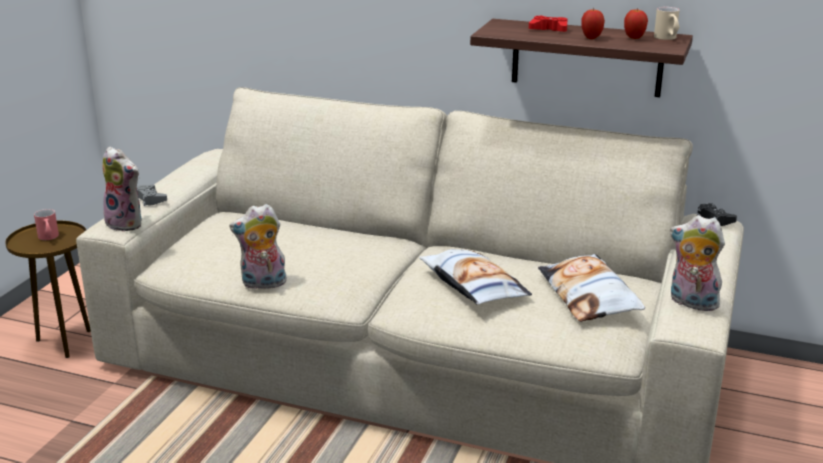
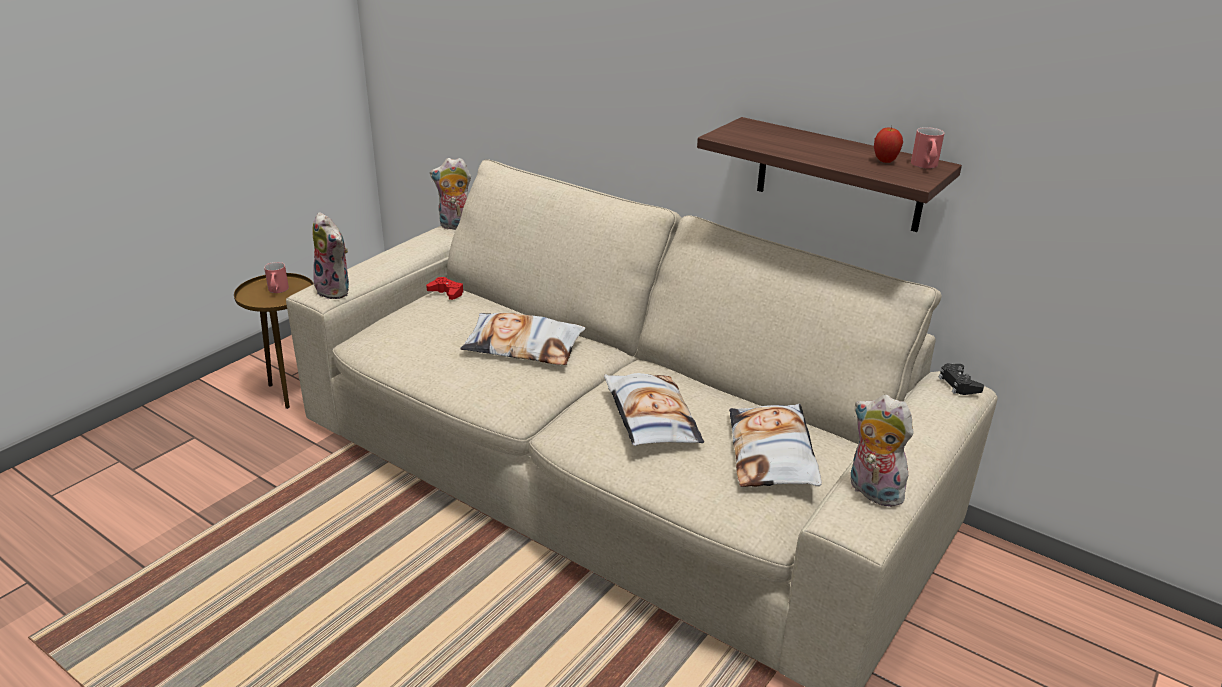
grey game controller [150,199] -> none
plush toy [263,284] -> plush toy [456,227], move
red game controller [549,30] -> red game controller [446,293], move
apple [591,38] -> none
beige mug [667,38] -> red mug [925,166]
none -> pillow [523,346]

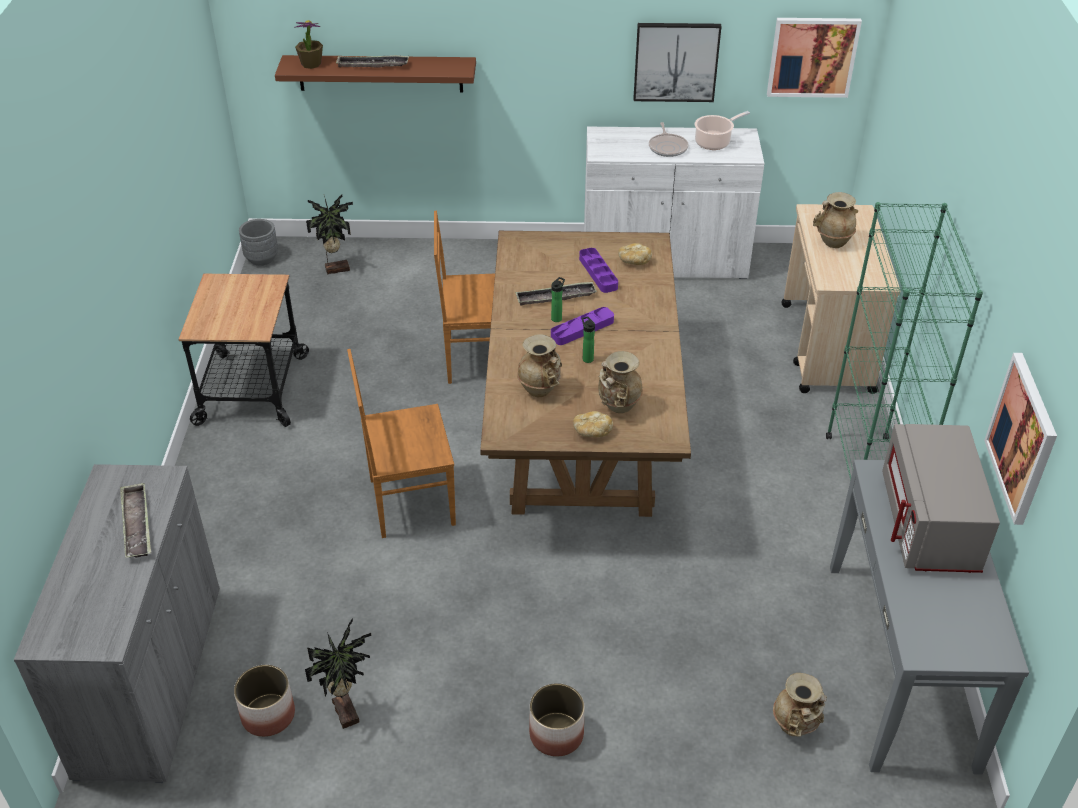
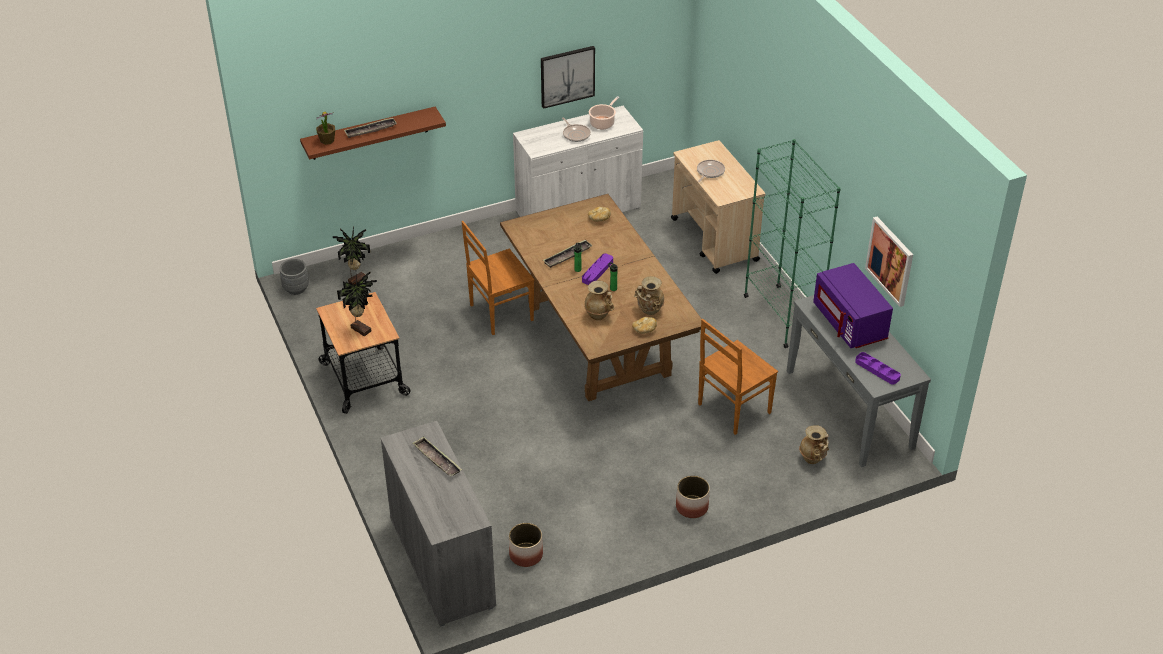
potted plant [348,711] -> potted plant [361,329], move
brown chair [408,502] -> brown chair [732,409], move
purple tray [598,273] -> purple tray [877,370], move
picture [812,57] -> none
beige vase [832,242] -> frying pan [709,172]
grey microwave [930,525] -> purple microwave [850,323]

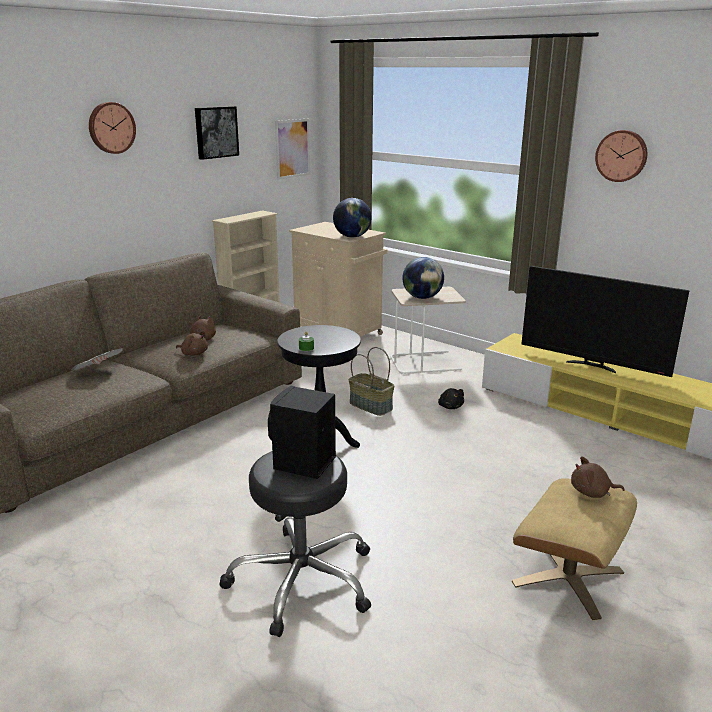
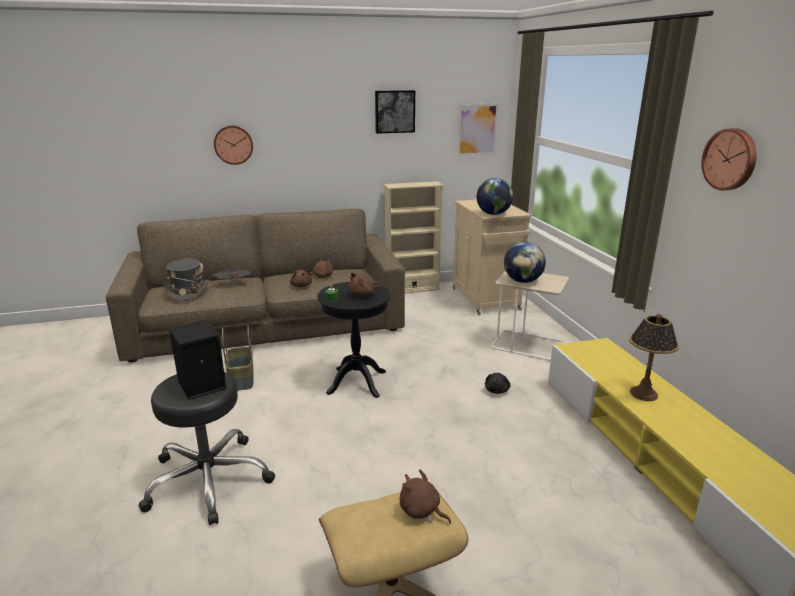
wall clock [111,128] -> wall clock [233,144], move
basket [371,406] -> basket [242,379], move
television [592,366] -> table lamp [643,394]
none -> grey hat [187,291]
none -> brown plush toy [363,295]

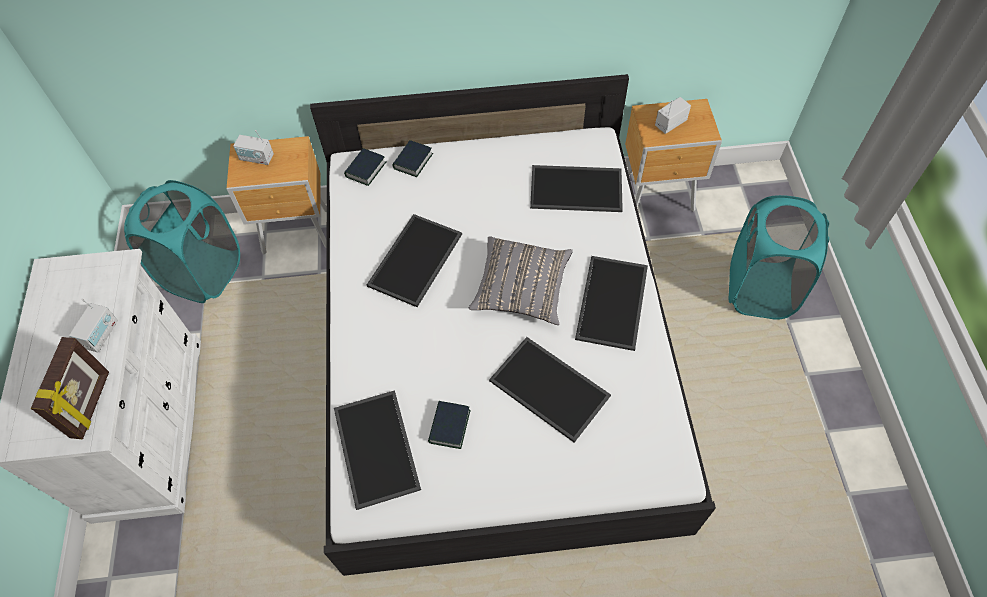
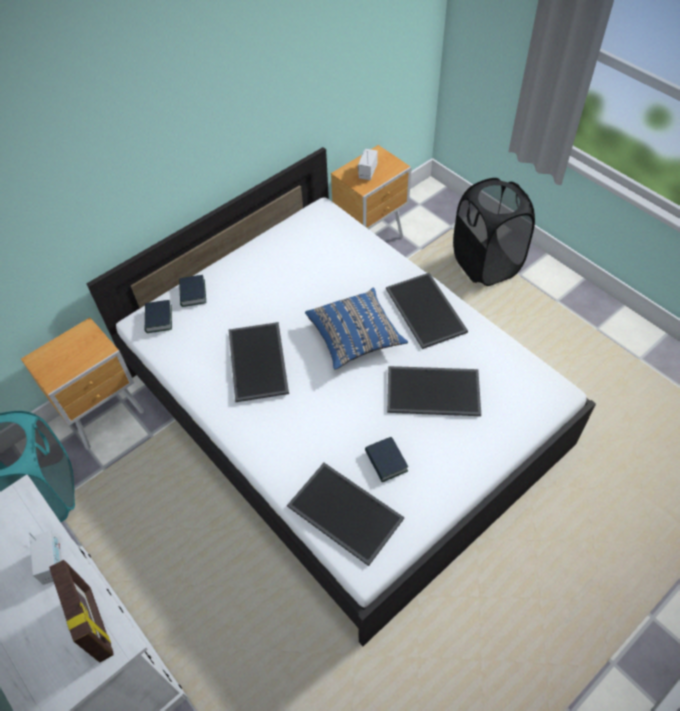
radio [257,158] -> none
grey pillow [521,289] -> blue pillow [355,337]
tray [577,188] -> none
turquoise laundry basket [759,289] -> black laundry basket [486,264]

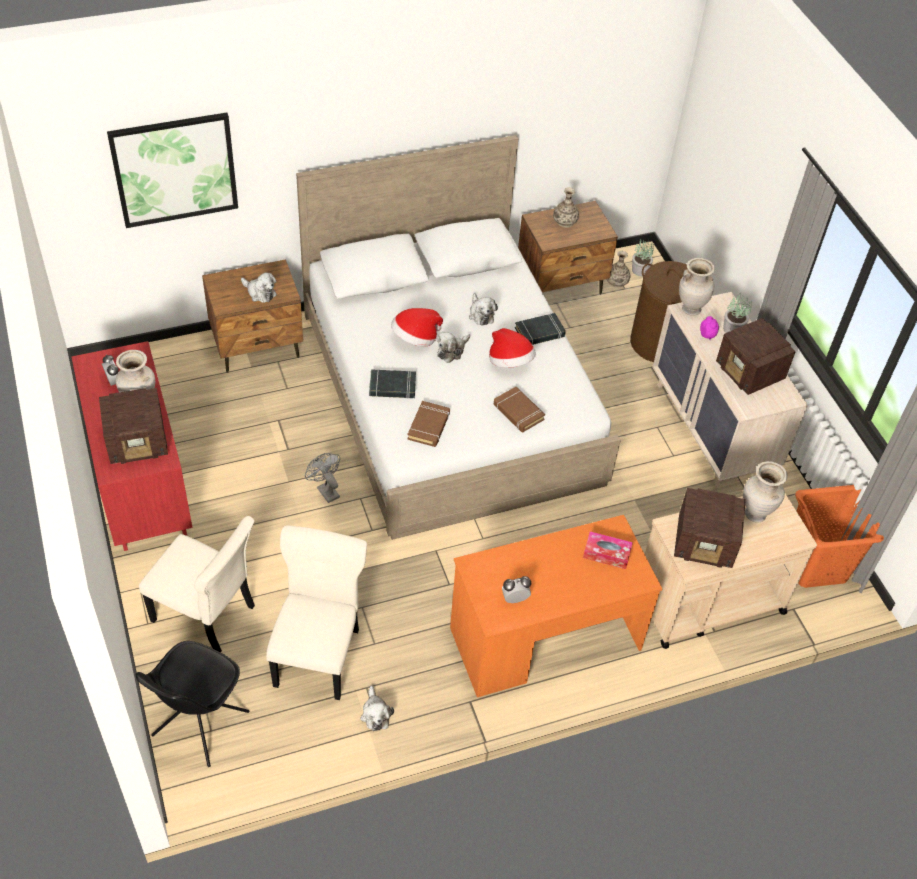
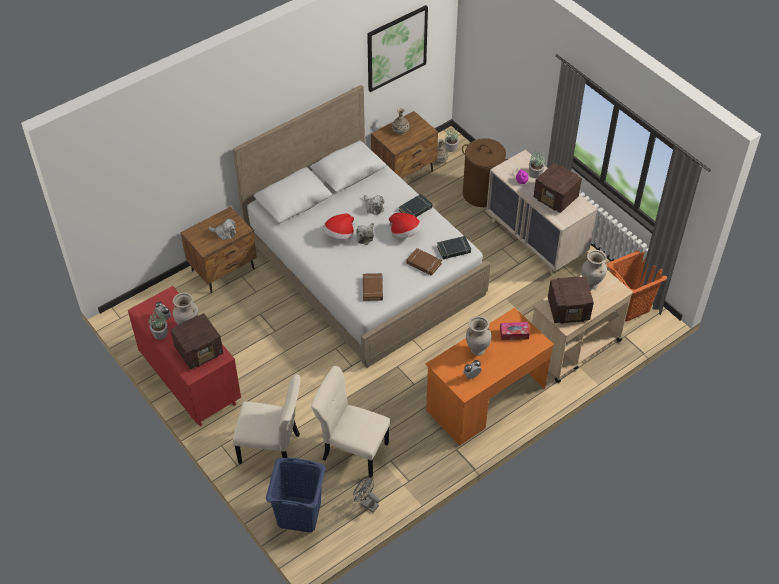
picture [175,169] -> picture [396,48], move
black chair [199,725] -> blue laundry basket [299,514]
beige chair [319,654] -> beige chair [353,450], 60 degrees counterclockwise
grey fan [325,490] -> grey fan [366,503], move
plush toy [375,714] -> none
black book [392,387] -> black book [454,249], move
beige vase [690,309] -> beige vase [477,350], move
none -> potted plant [160,333]

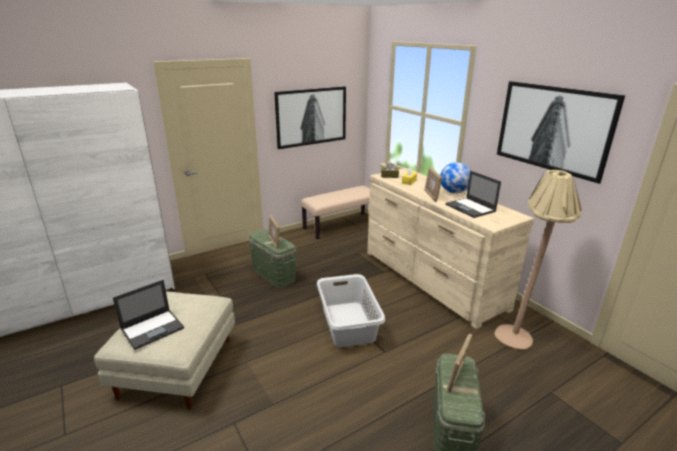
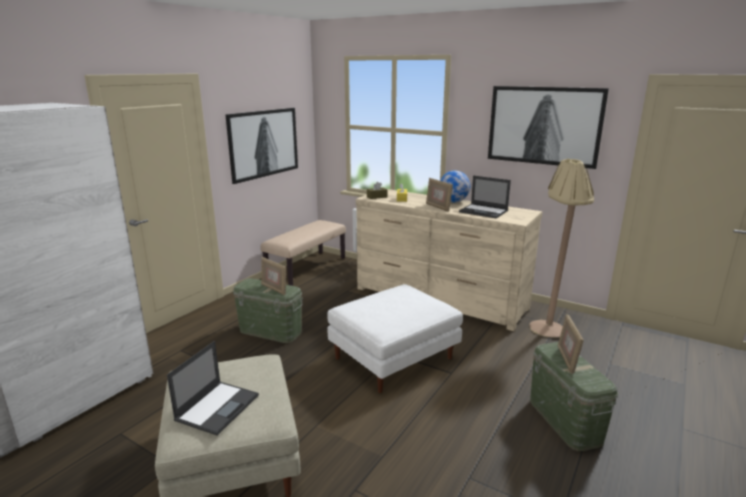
grey laundry basket [348,323] -> white ottoman [394,357]

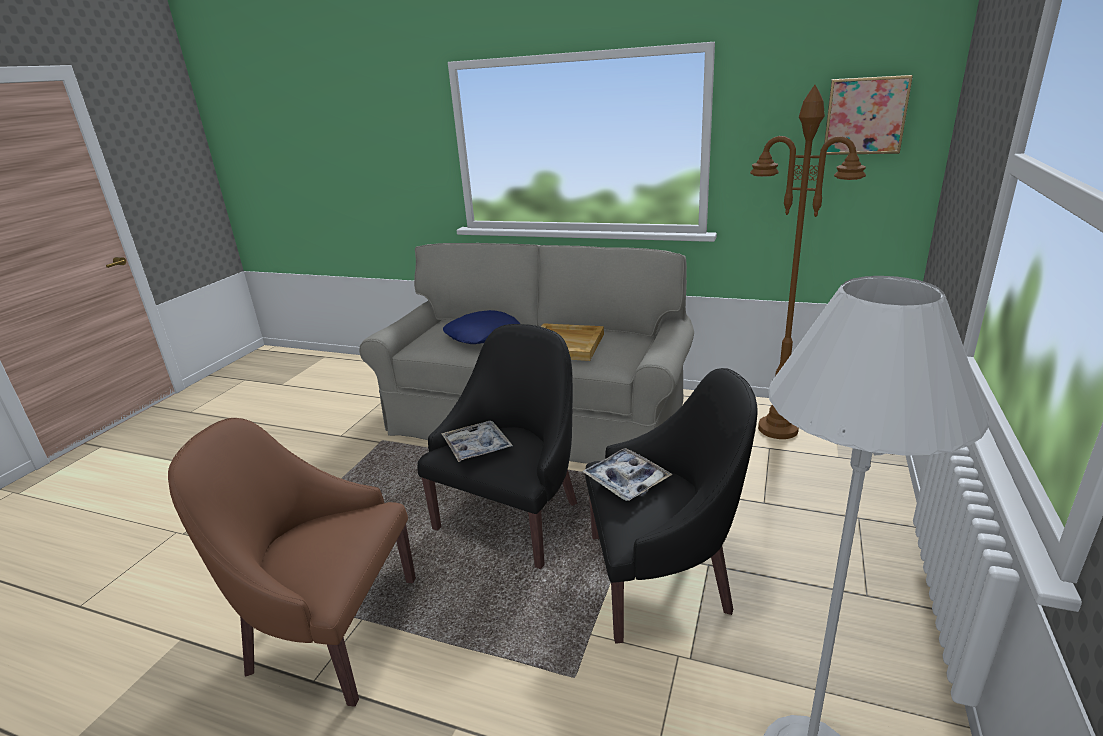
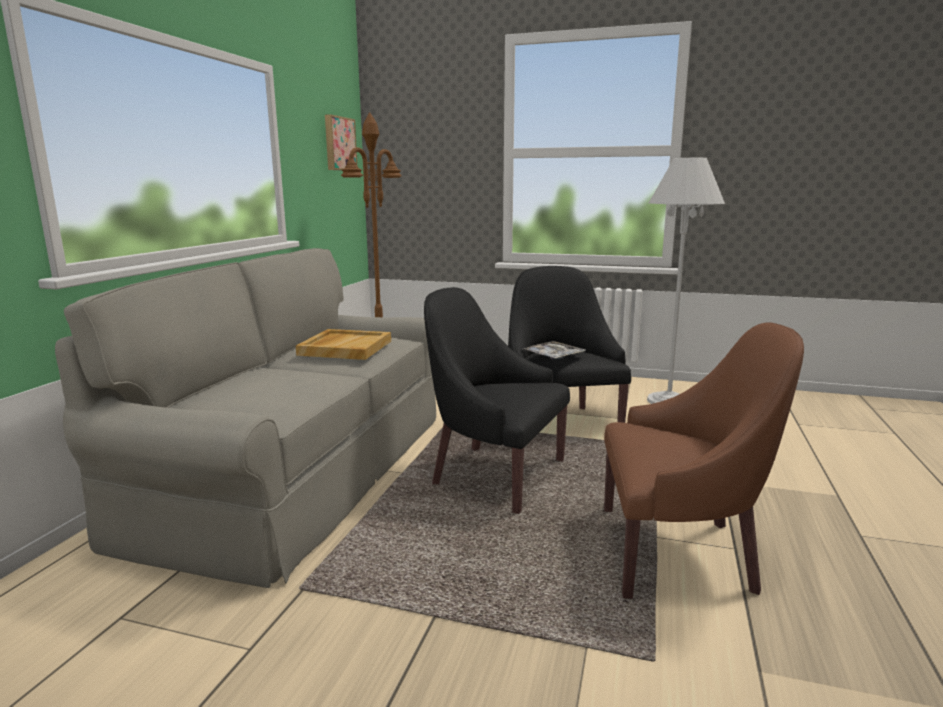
brown armchair [329,630] -> brown armchair [678,553], 90 degrees counterclockwise
tray [477,447] -> none
blue pillow [482,335] -> none

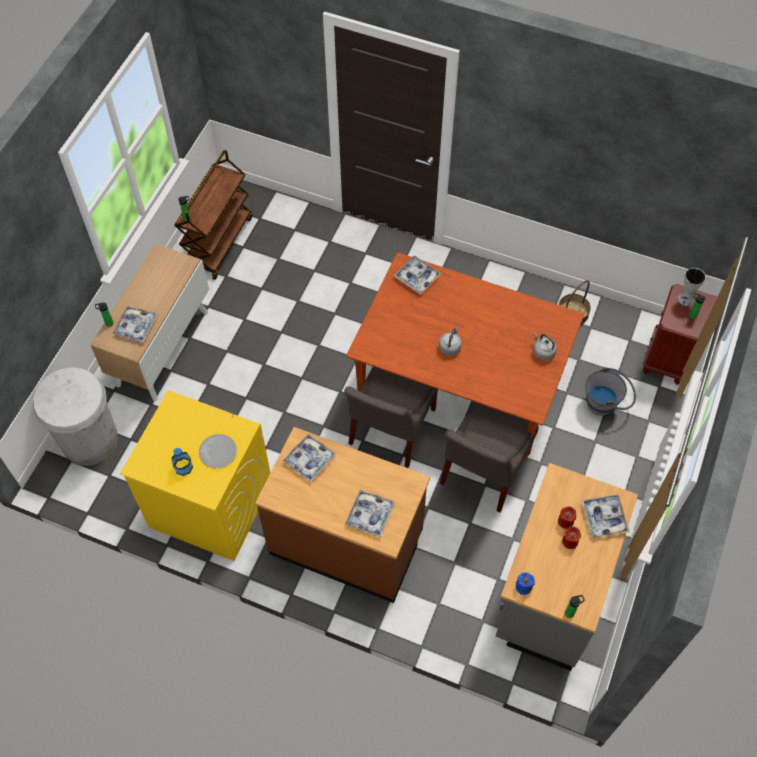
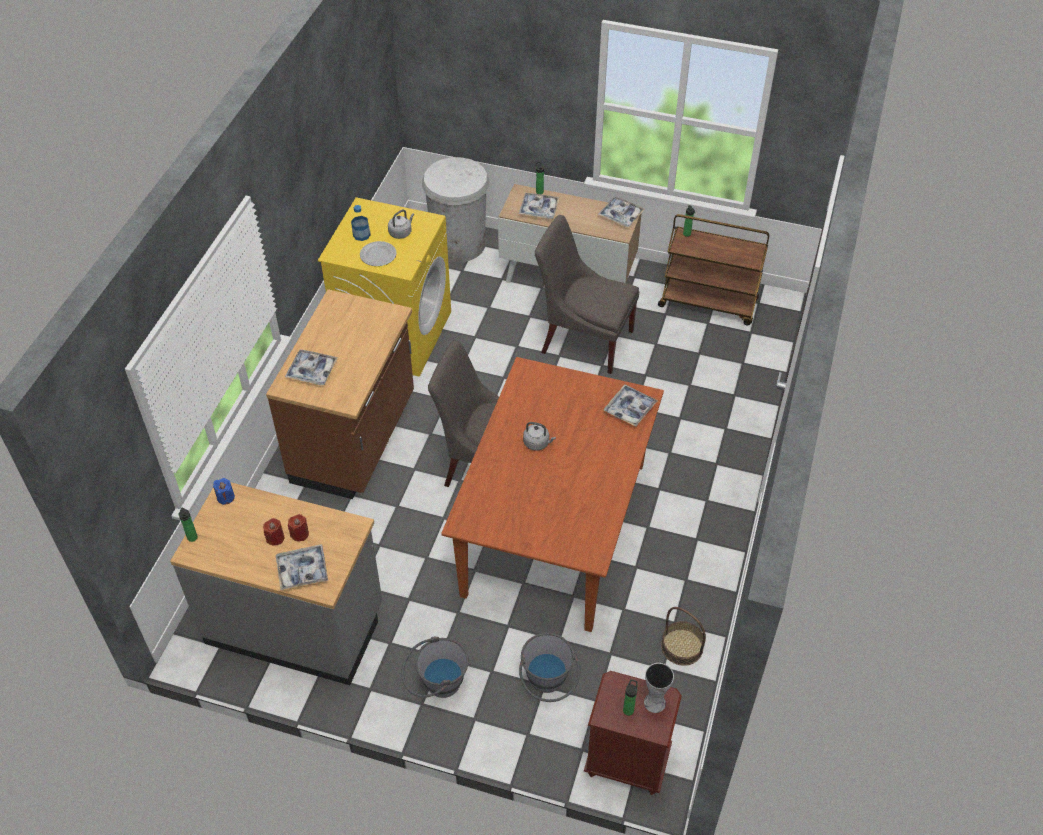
tray [309,460] -> tray [621,215], move
grey chair [482,471] -> grey chair [583,339], move
grey kettle [543,352] -> grey kettle [401,232], move
none -> grey bucket [436,685]

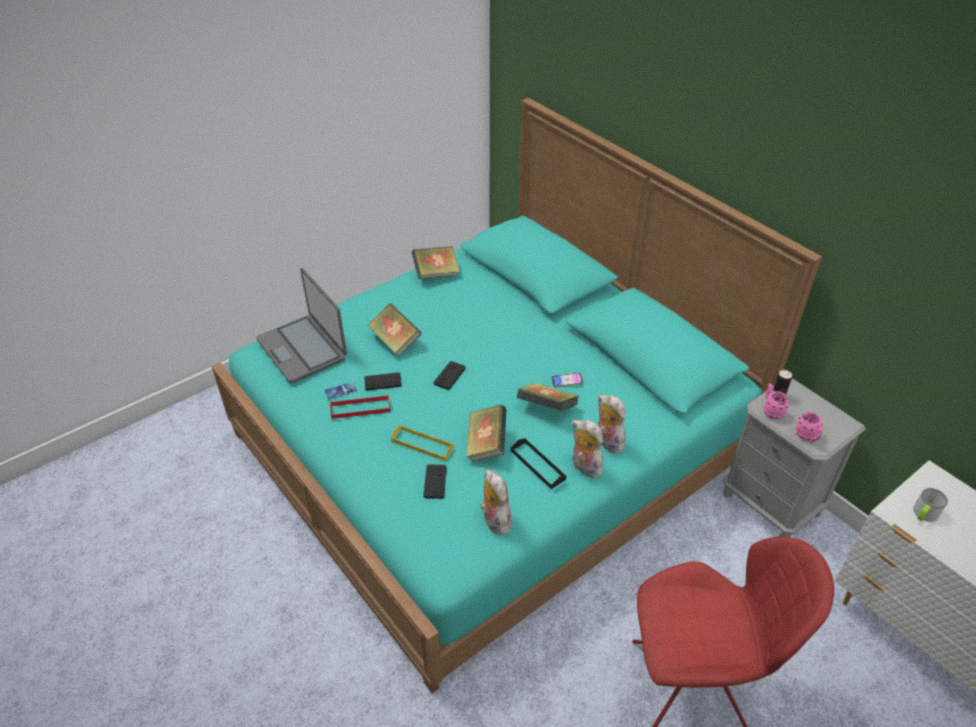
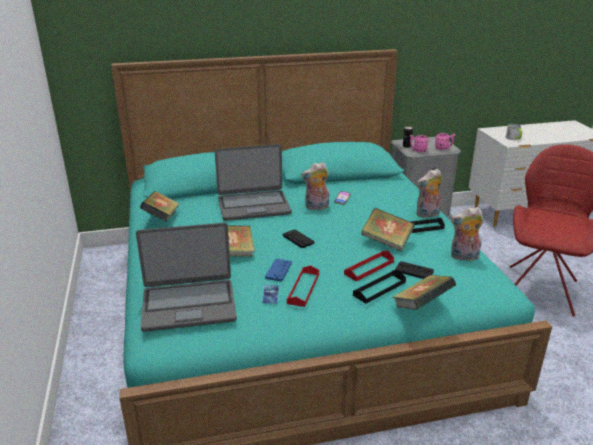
black game controller [383,382] -> blue game controller [278,270]
yellow tray [422,444] -> red tray [369,268]
book [547,408] -> book [421,306], move
plush toy [607,442] -> plush toy [316,207], move
none -> laptop [253,206]
none -> black tray [379,288]

